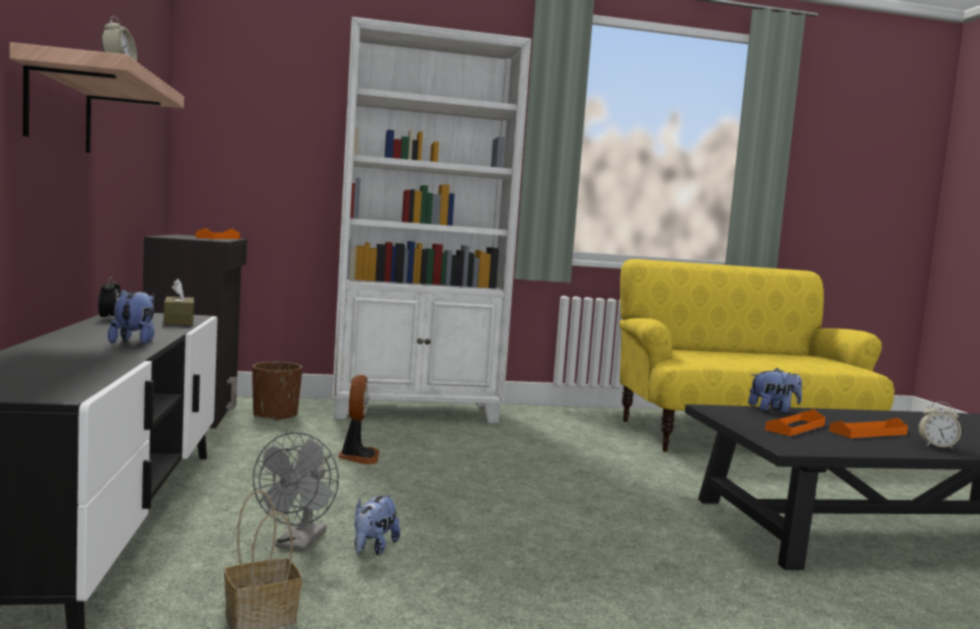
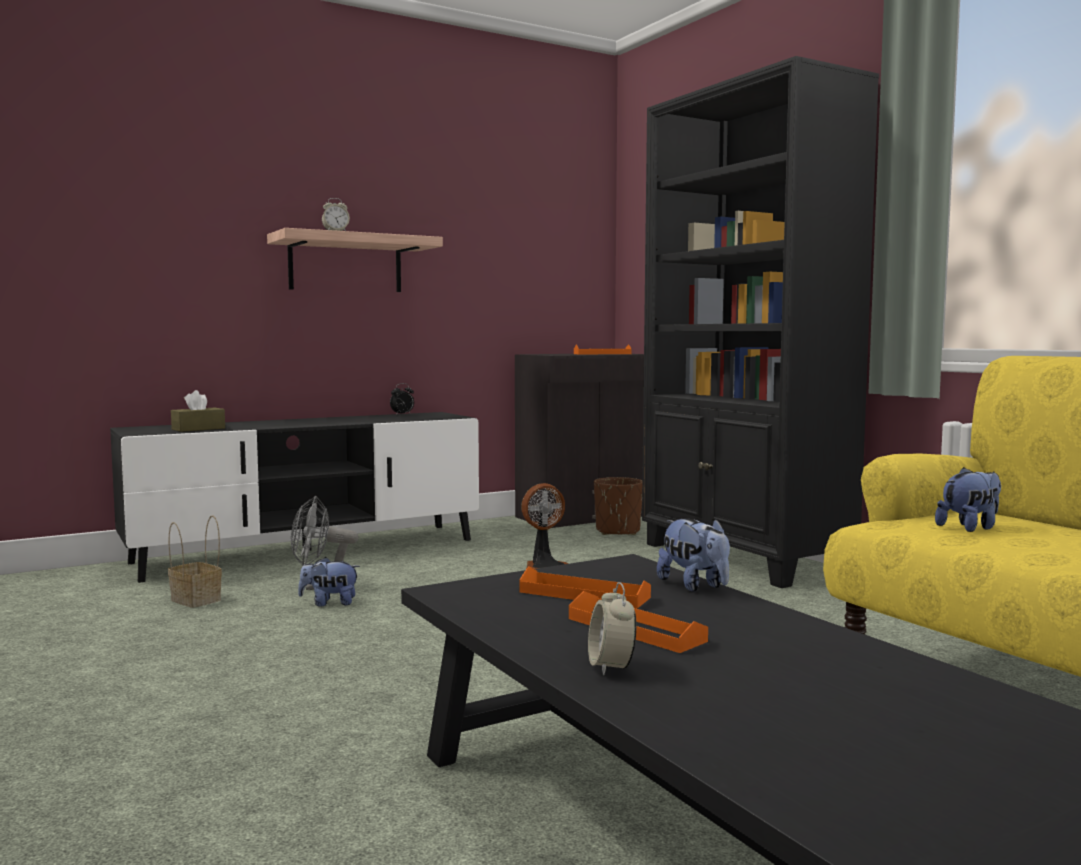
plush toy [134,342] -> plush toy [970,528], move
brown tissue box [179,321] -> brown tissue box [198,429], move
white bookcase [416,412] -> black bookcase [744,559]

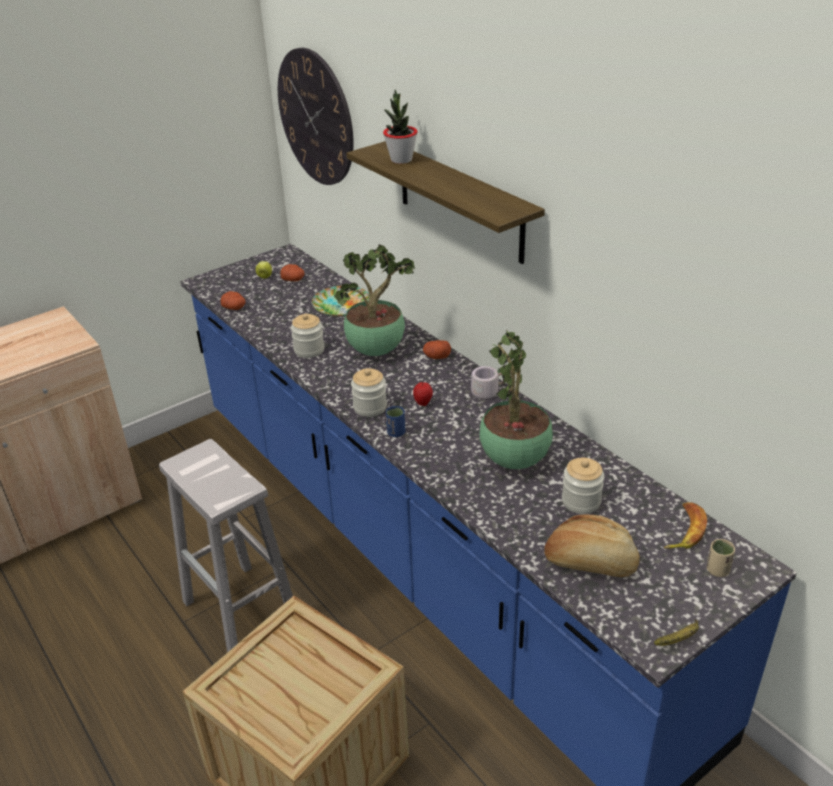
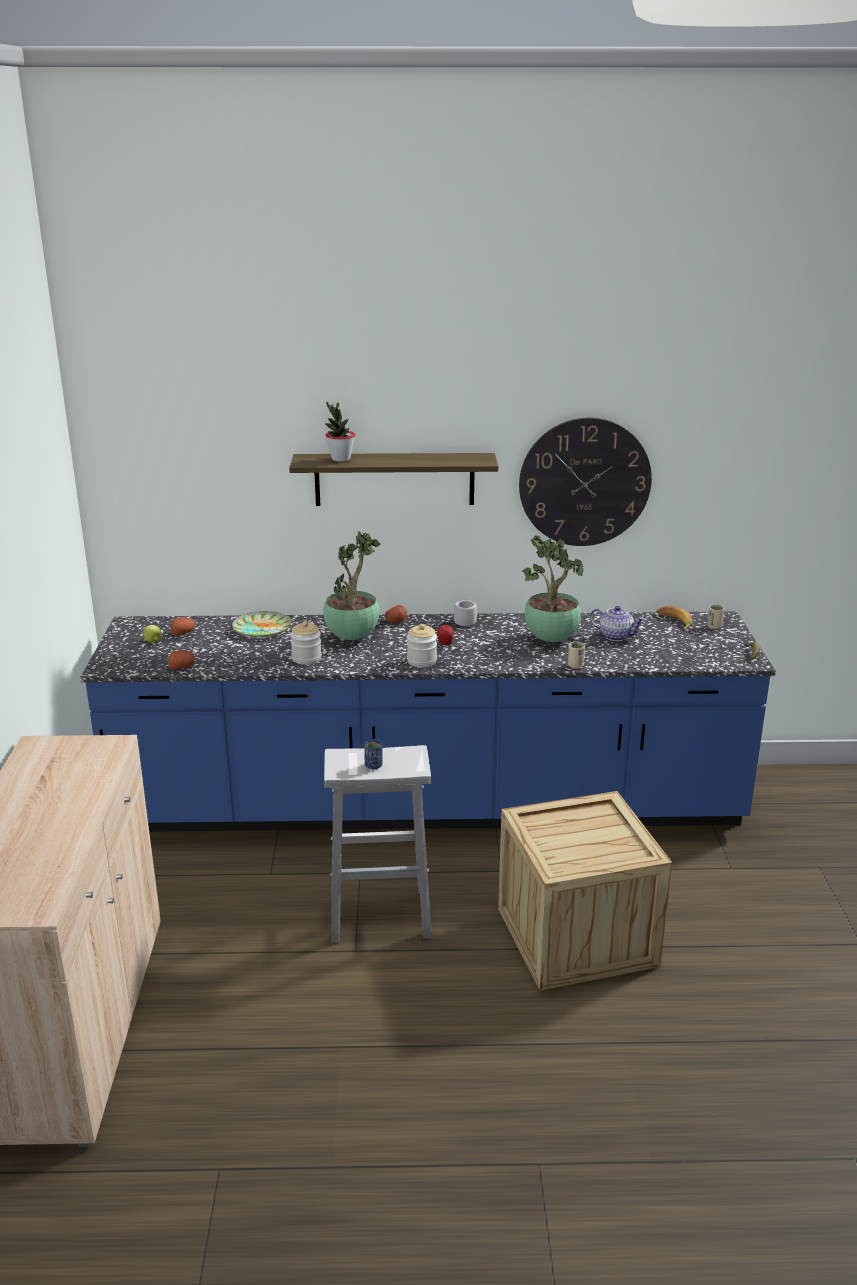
wall clock [315,117] -> wall clock [584,482], move
blue cup [396,433] -> blue cup [373,766], move
bread [590,563] -> none
jar [581,501] -> teapot [615,636]
none -> beige cup [575,665]

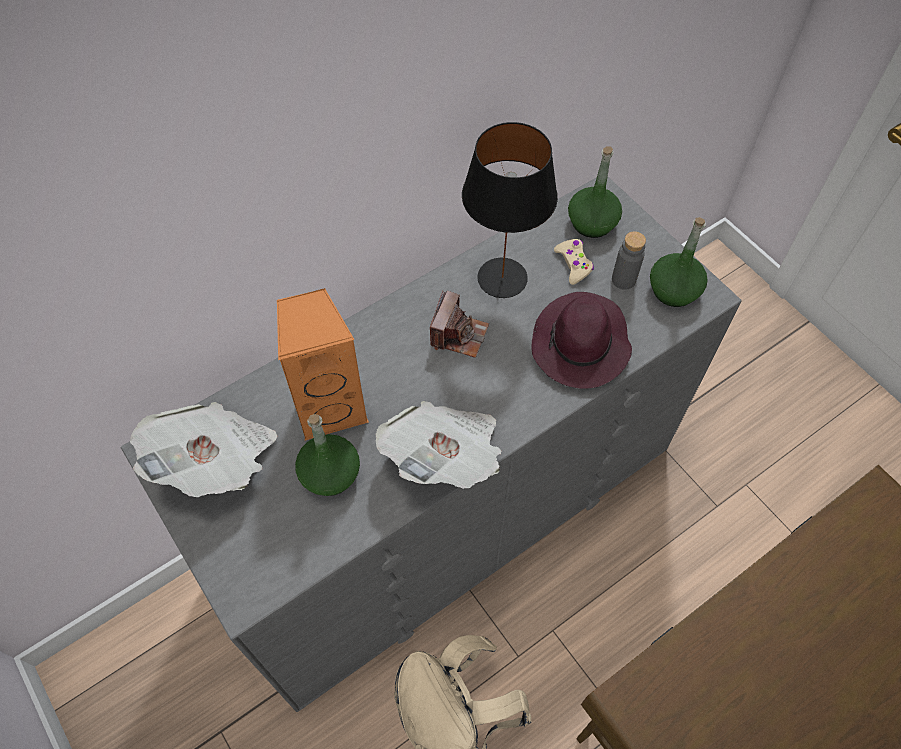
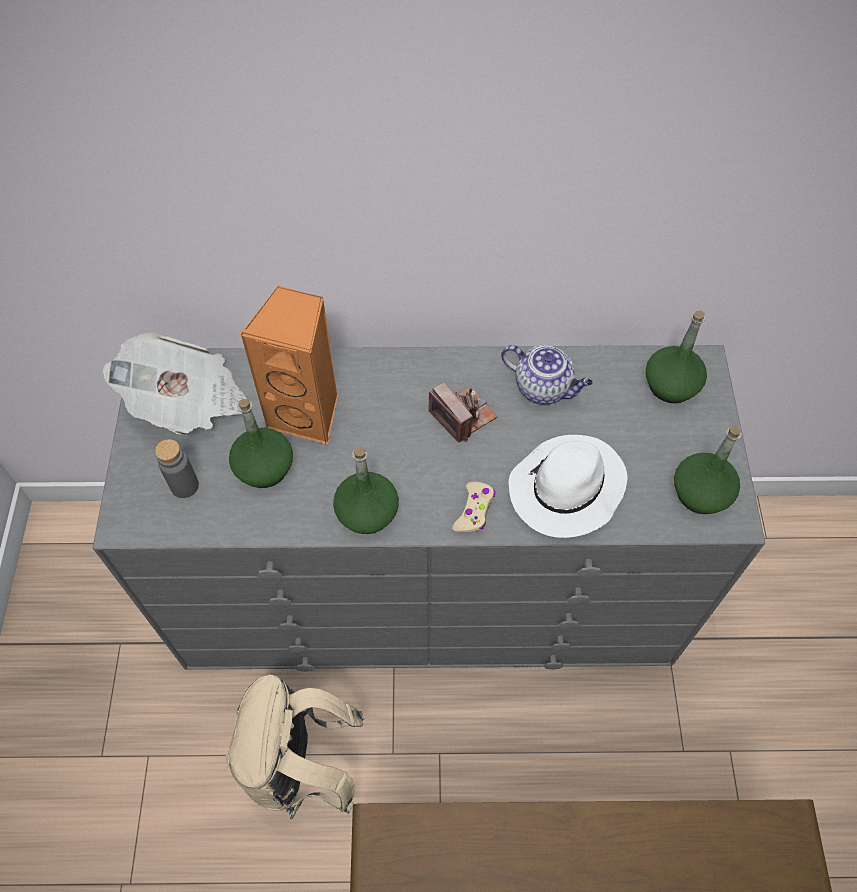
newspaper [445,456] -> green bottle [367,512]
photo camera [458,334] -> photo camera [462,415], 90 degrees counterclockwise
black table lamp [502,277] -> teapot [544,388]
purple hat [580,345] -> white hat [566,490]
beige game controller [573,264] -> beige game controller [474,511], move
grey bottle [623,279] -> grey bottle [184,485], move

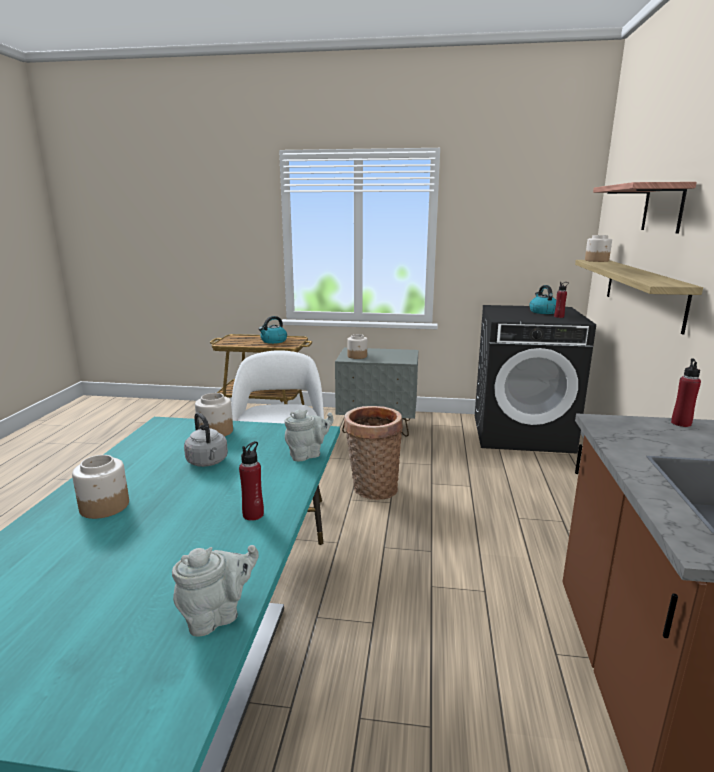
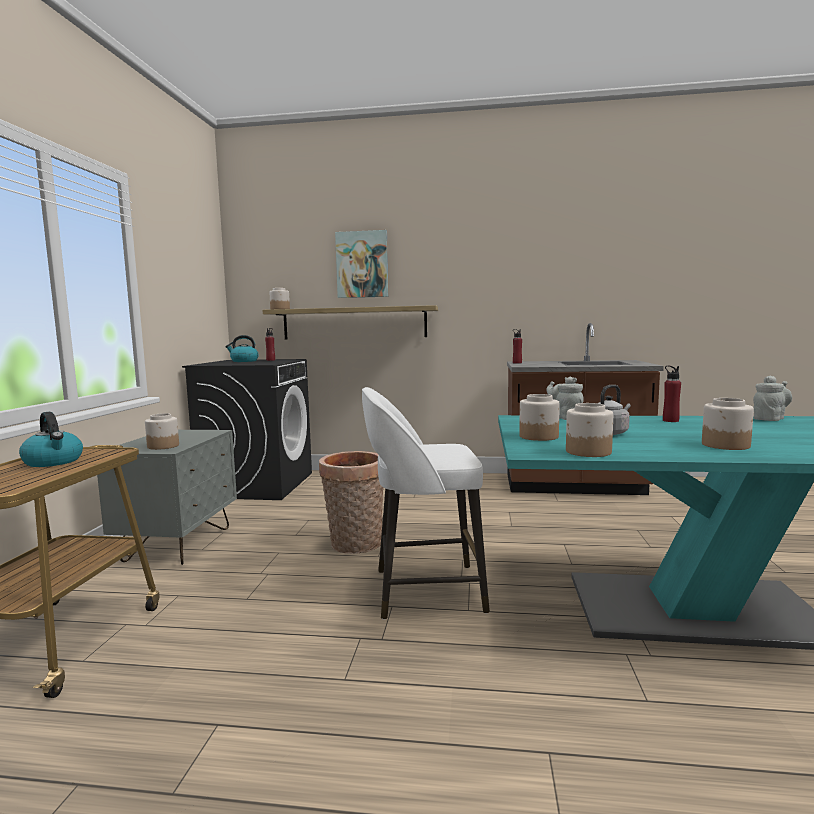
grey teapot [217,615] -> grey teapot [770,419], 90 degrees clockwise
shelf [663,208] -> picture [362,264]
none -> jar [588,452]

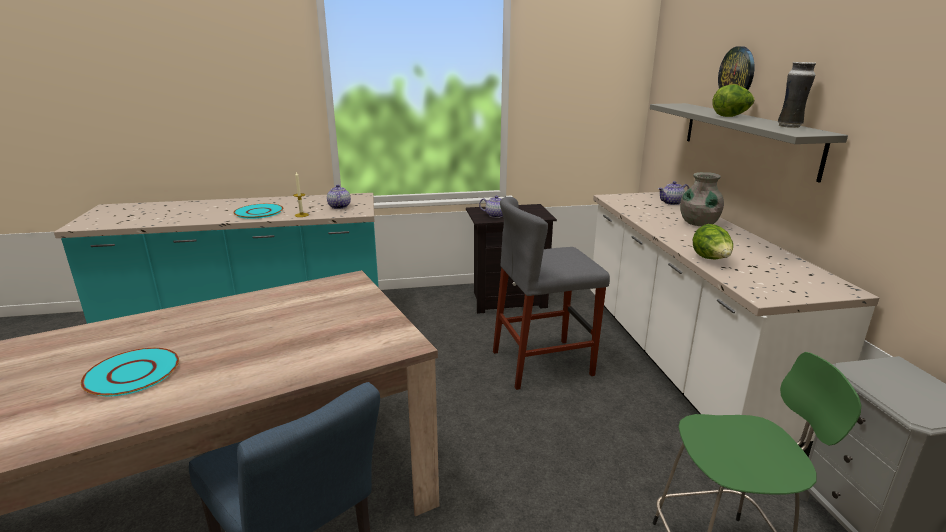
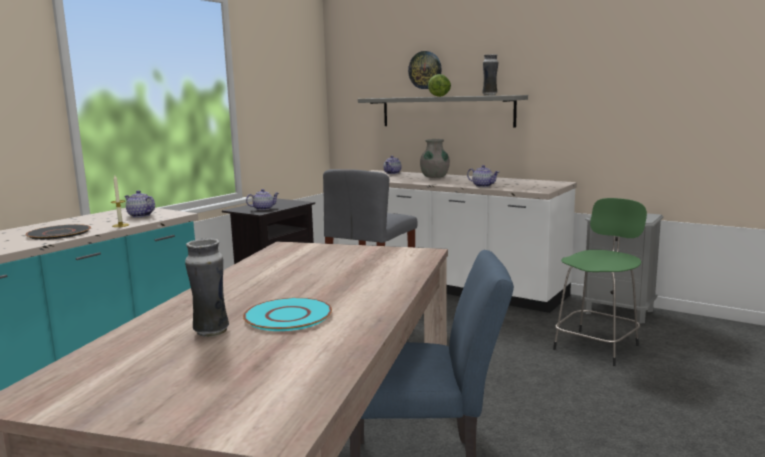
turquoise plate [258,212] -> black plate [58,233]
lettuce [711,259] -> teapot [483,186]
none -> vase [211,332]

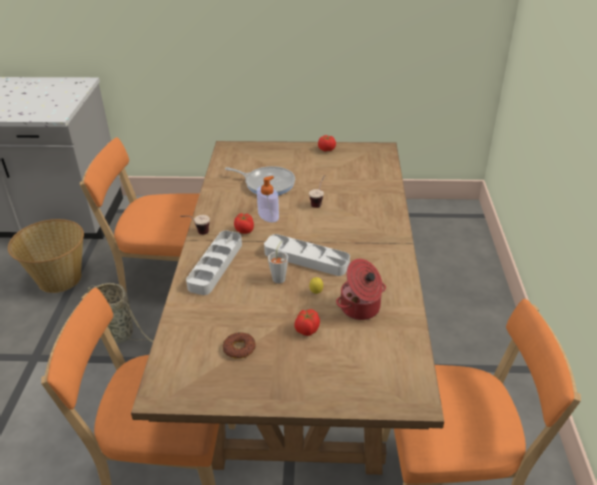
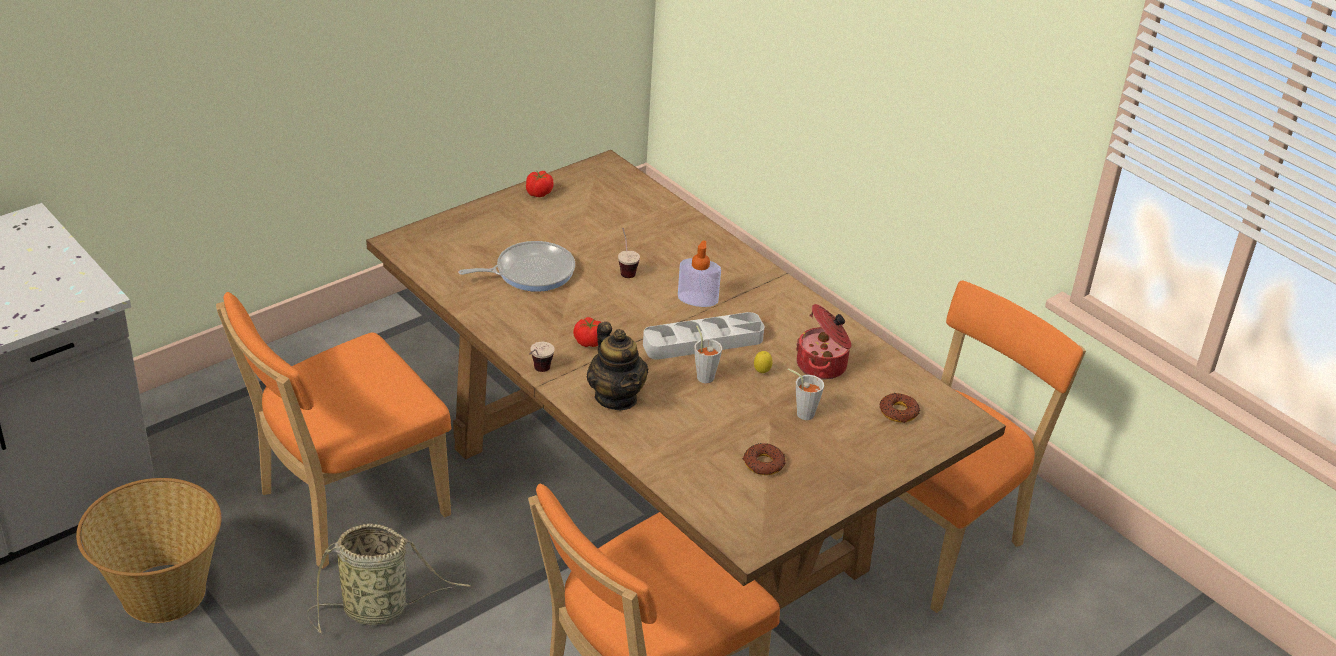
grey tray [216,265] -> teapot [616,397]
soap dispenser [268,215] -> soap dispenser [697,299], move
tomato [307,330] -> grey cup [801,412]
none -> donut [898,412]

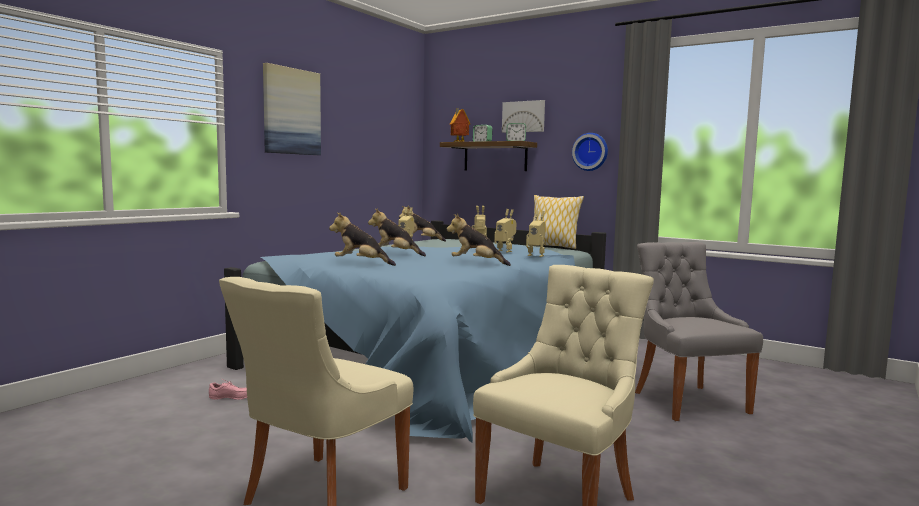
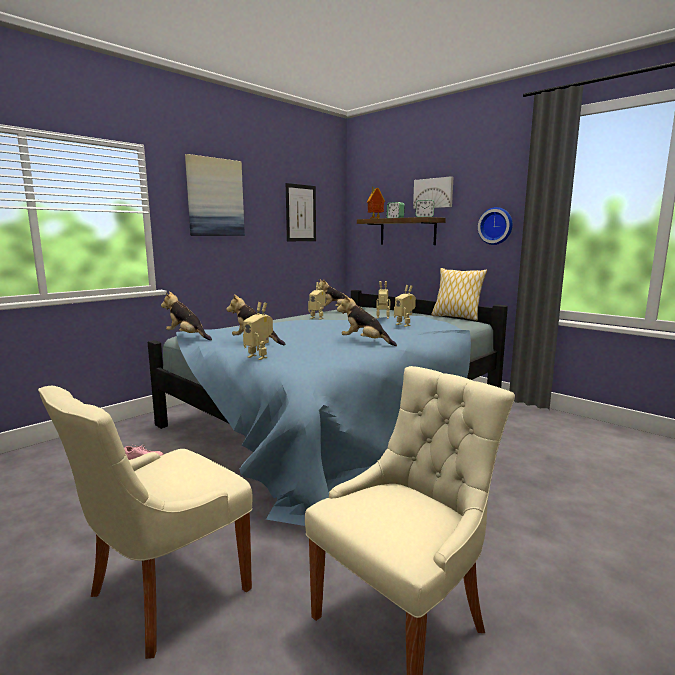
plush toy [395,254] -> plush toy [187,337], move
toy robot [536,255] -> toy robot [259,357], move
grey chair [687,401] -> none
none -> picture [301,213]

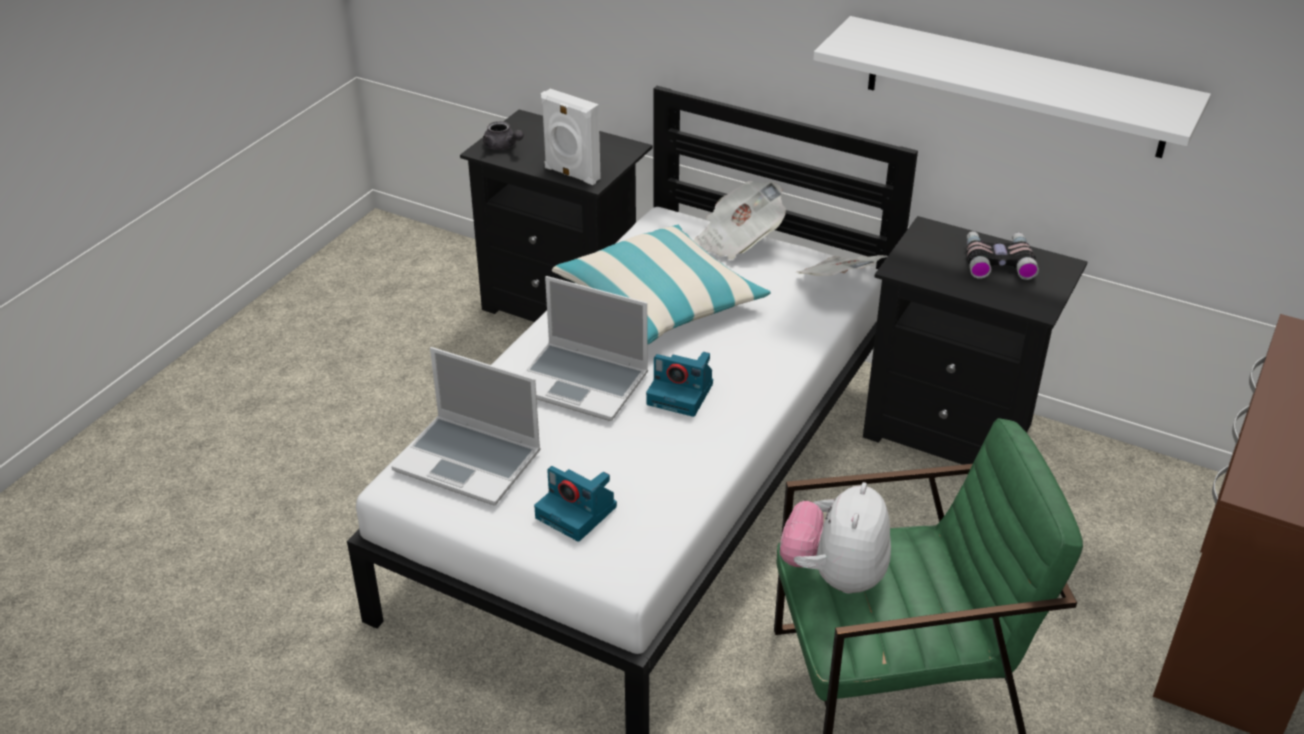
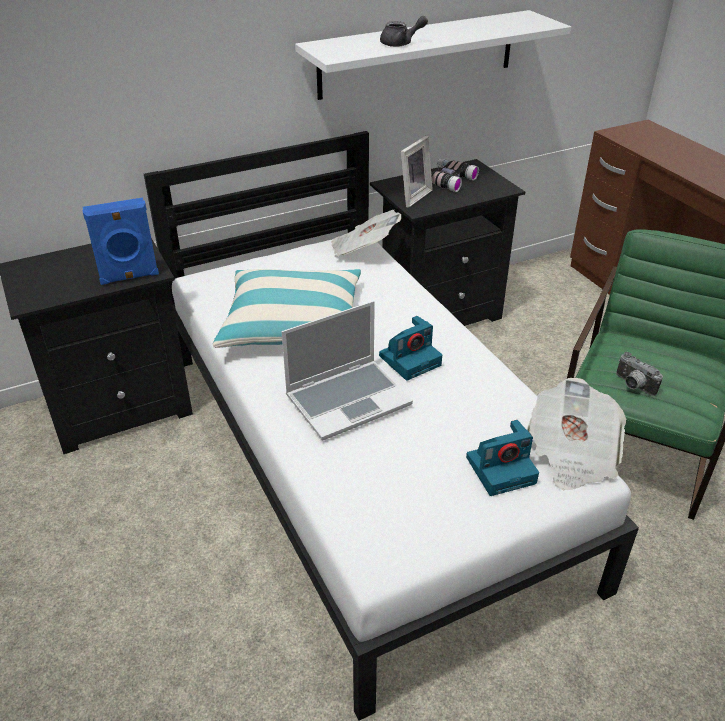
laptop [470,461] -> none
grey teapot [503,146] -> grey teapot [401,44], move
white speaker [571,174] -> blue speaker [129,277]
newspaper [737,240] -> newspaper [572,454], move
plush toy [834,575] -> photo camera [632,386]
none -> picture frame [412,196]

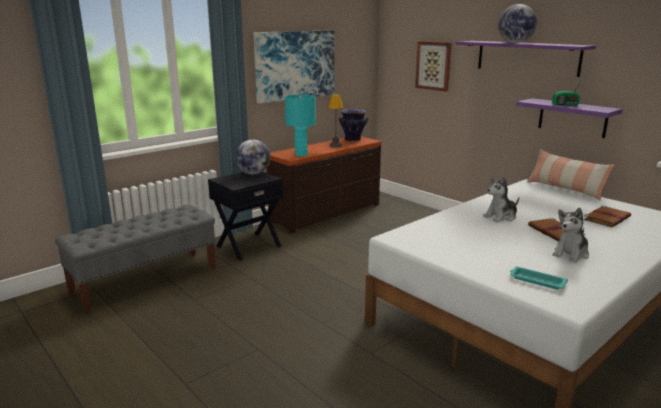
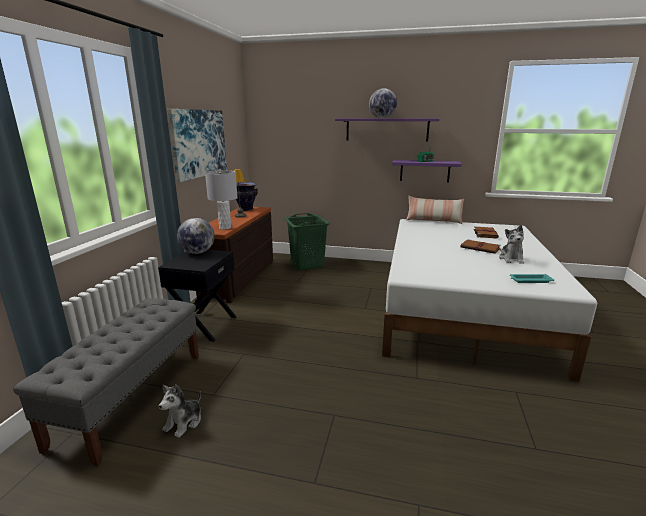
turquoise table lamp [301,154] -> grey table lamp [225,227]
picture [434,65] -> none
plush toy [501,217] -> plush toy [184,422], move
none -> green laundry basket [307,264]

